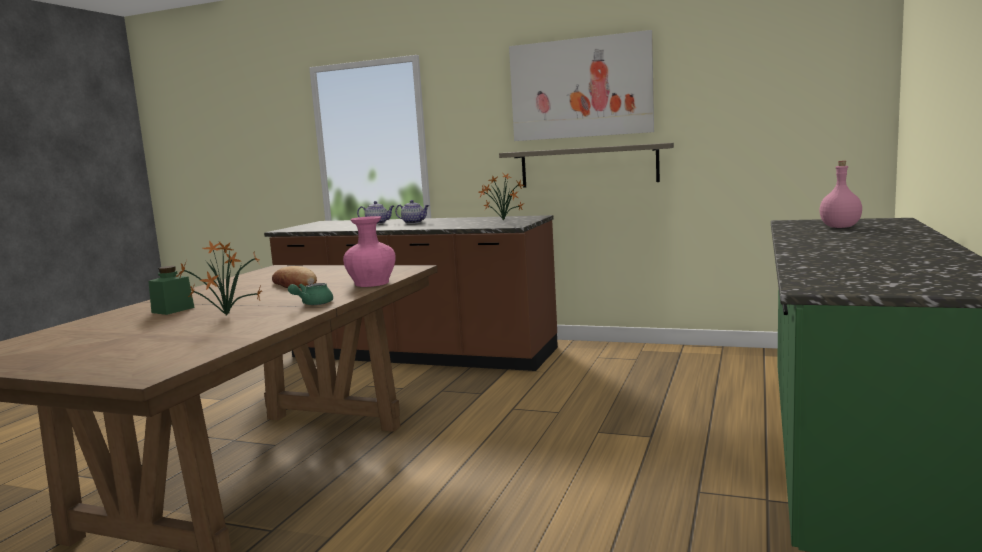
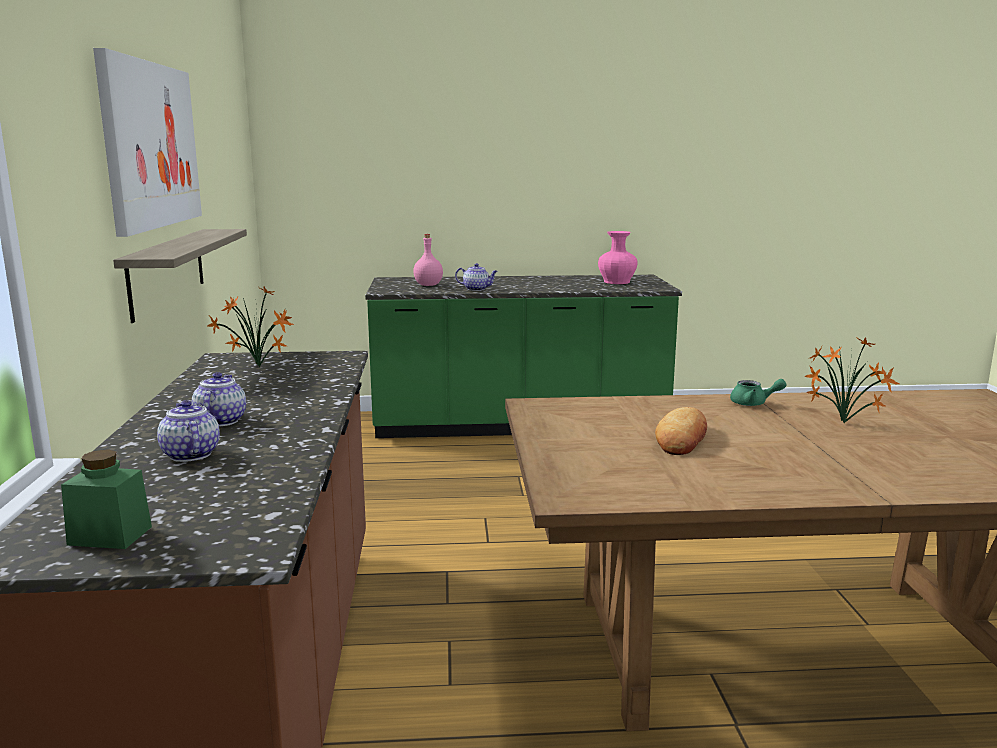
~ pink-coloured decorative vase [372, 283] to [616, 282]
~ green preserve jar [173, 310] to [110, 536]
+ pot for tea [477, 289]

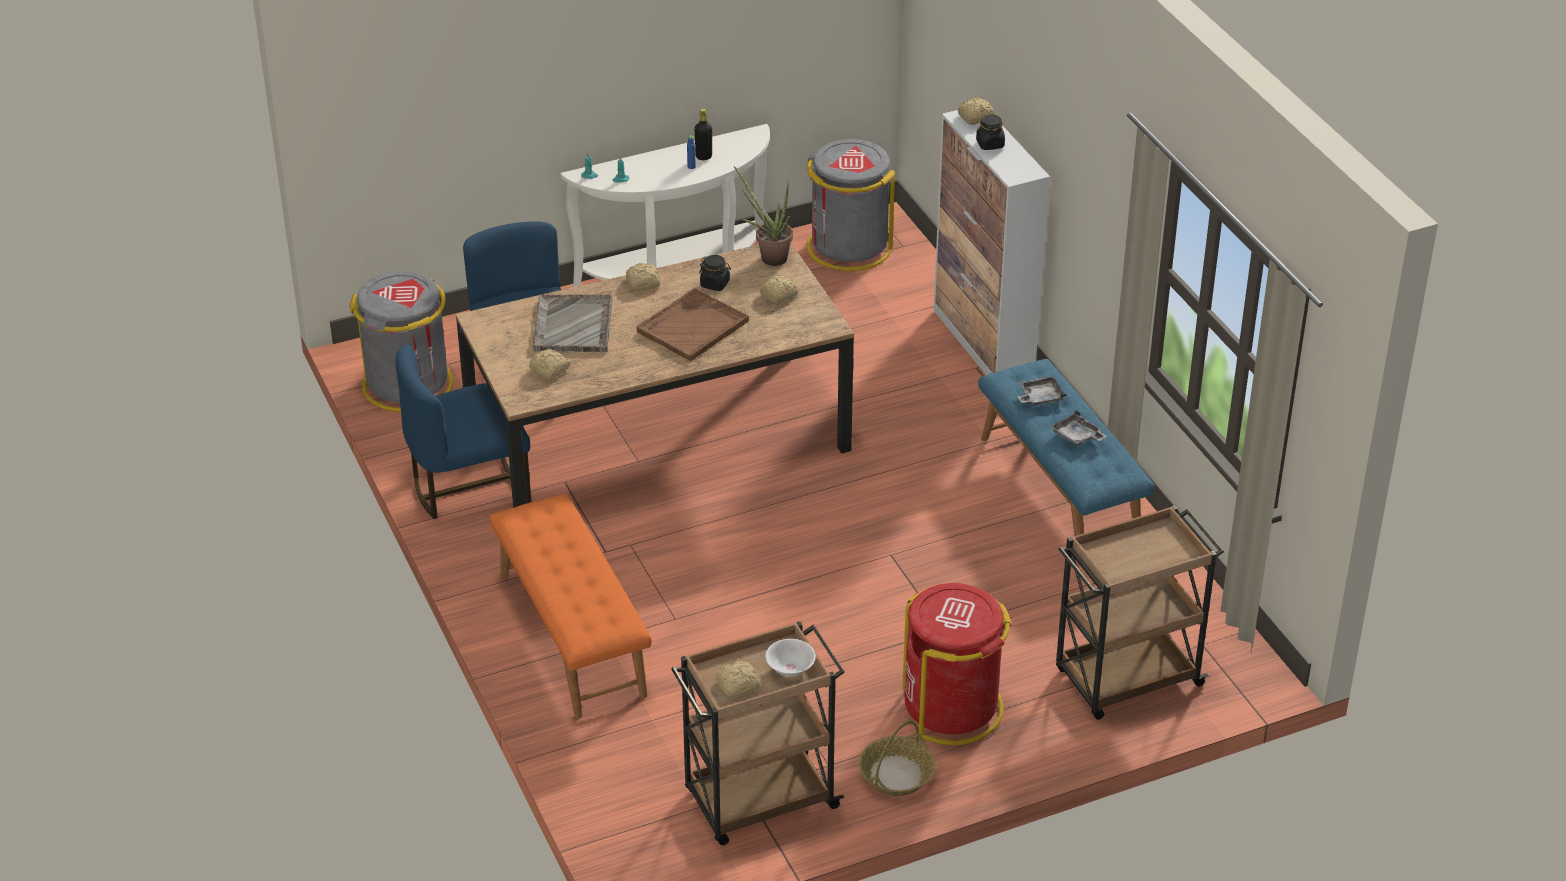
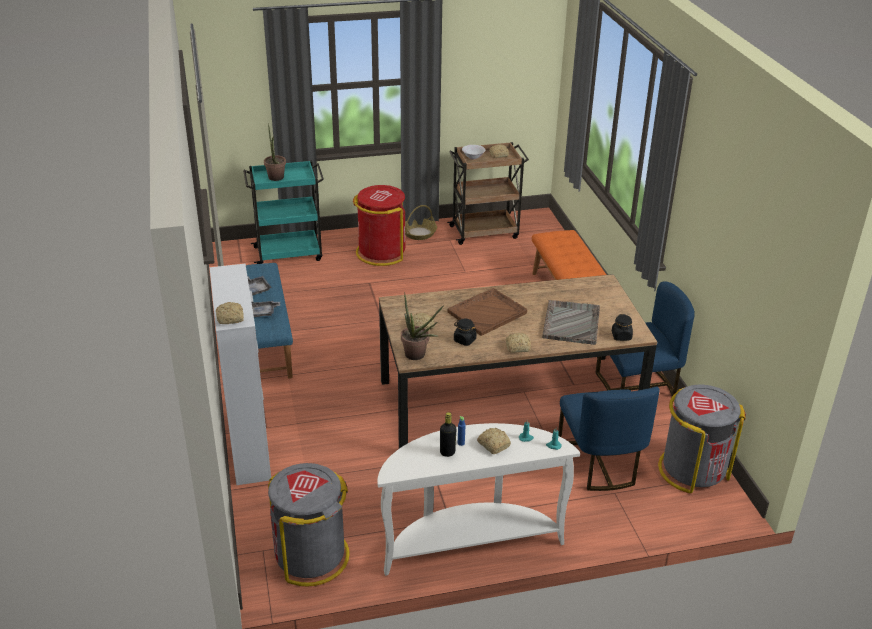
~ black-coloured preserve jar [990, 144] to [621, 336]
~ baked bread [549, 370] to [493, 444]
~ brown trolley [1126, 679] to blue-green trolley [289, 253]
+ potted plant [276, 179]

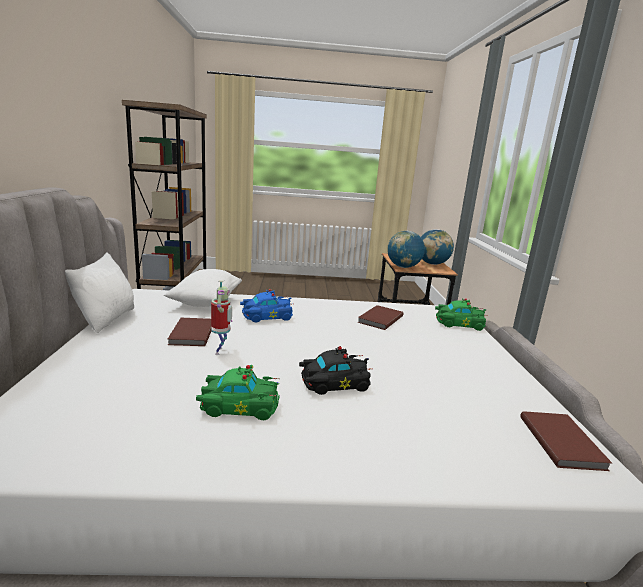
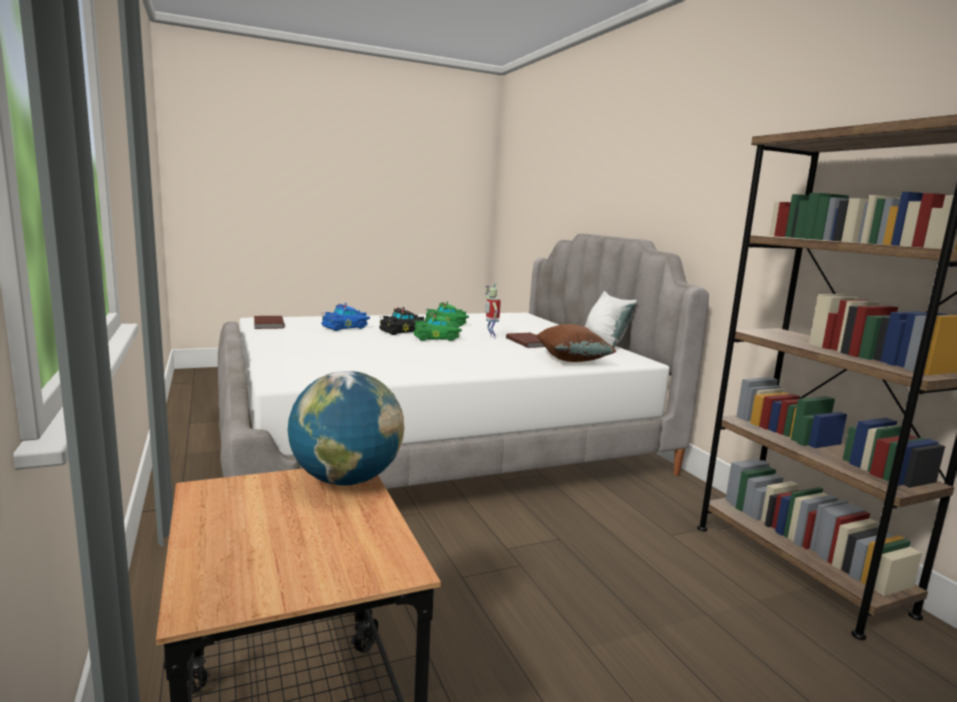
- globe [432, 264]
~ white throw pillow [205, 303] to brown throw pillow [572, 360]
~ blue model car [265, 316] to [346, 327]
~ green model car [457, 323] to [437, 338]
- brown book [379, 319]

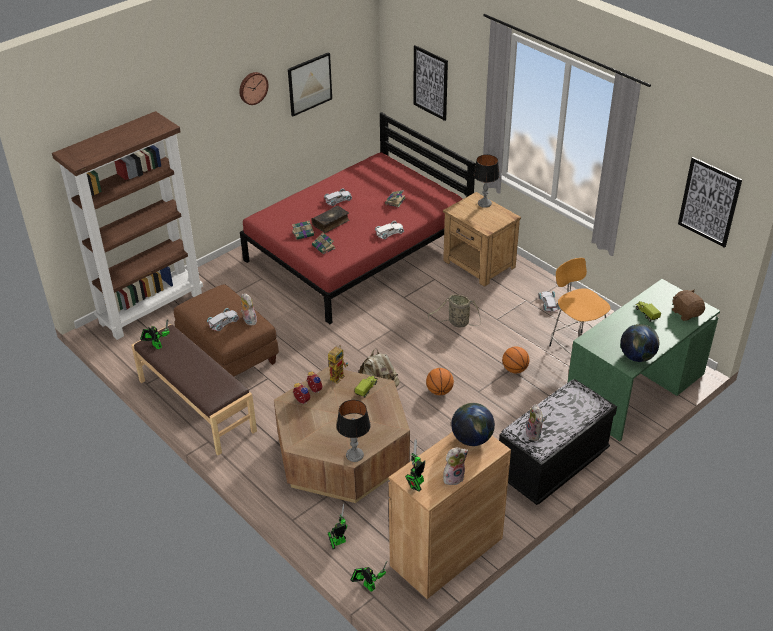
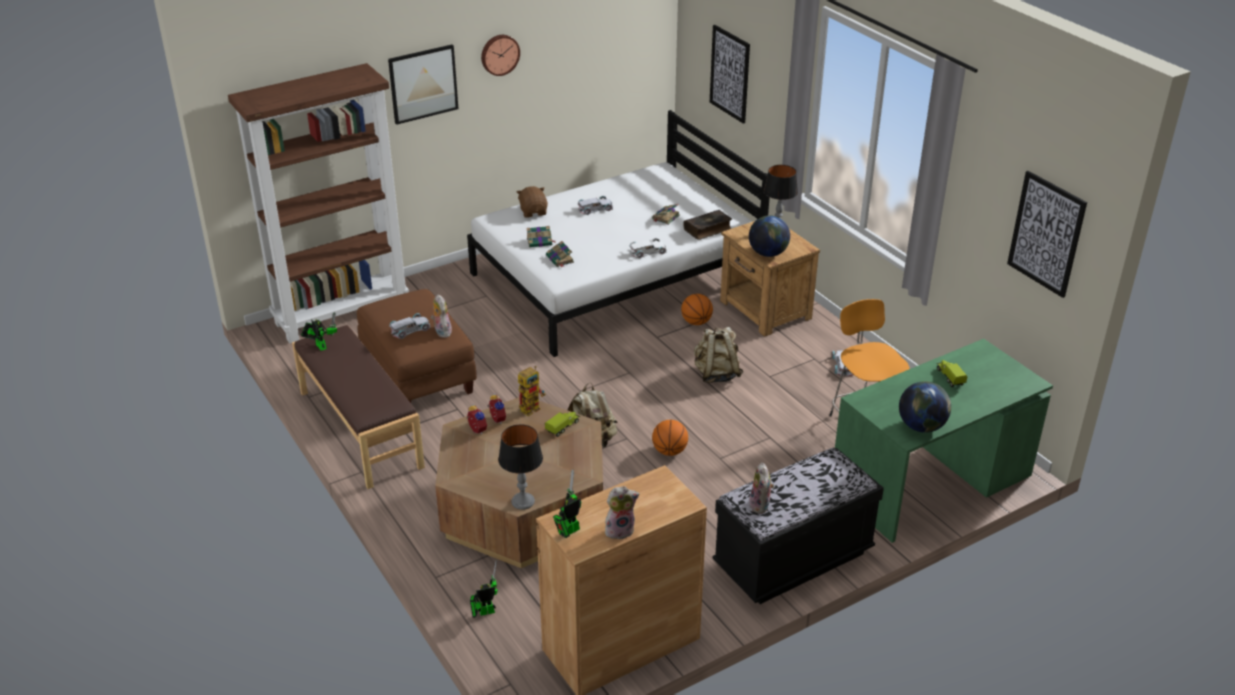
~ wall picture [309, 84] to [423, 84]
~ reddish bed [358, 251] to white bed [616, 278]
~ book [331, 223] to [708, 229]
~ brown plush toy [686, 313] to [533, 212]
~ storage basket [457, 323] to sand-coloured backpack [716, 374]
~ ball for basketball [514, 369] to [696, 322]
~ globe [472, 438] to [768, 253]
- model robot [367, 585]

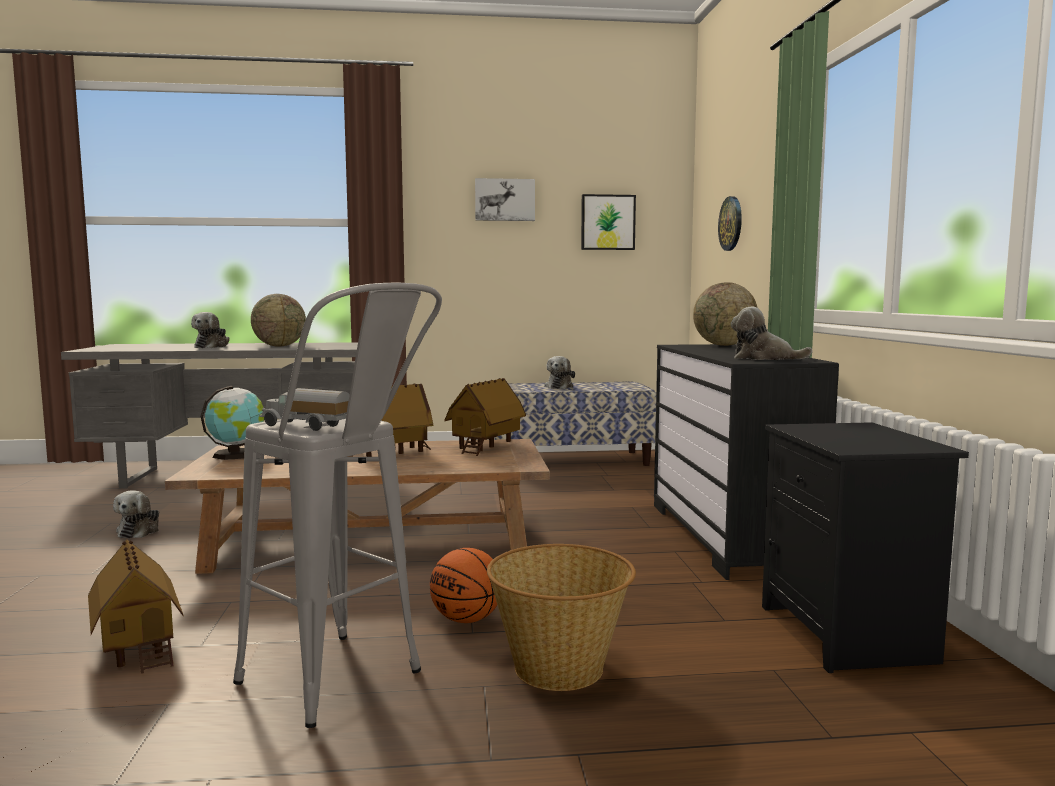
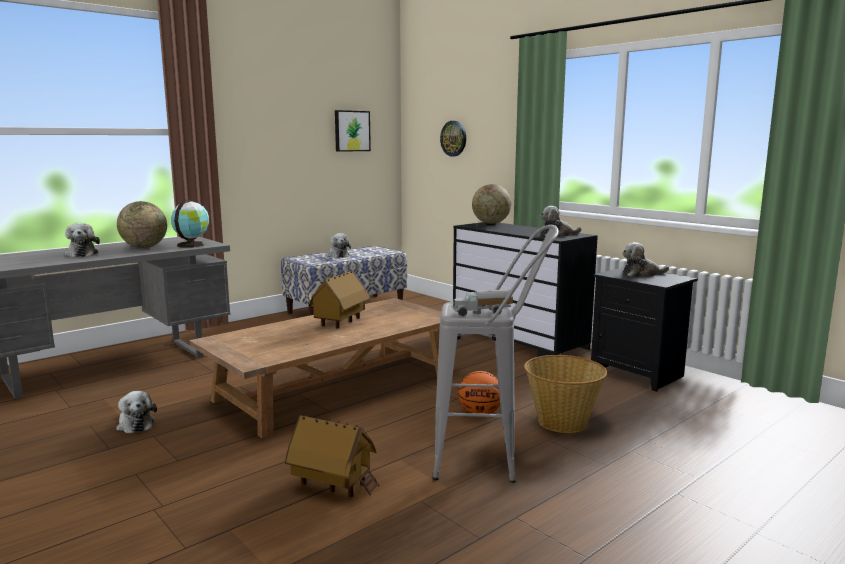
- wall picture [504, 200]
- toy house [486, 446]
~ globe [236, 454] to [192, 245]
+ plush toy [641, 274]

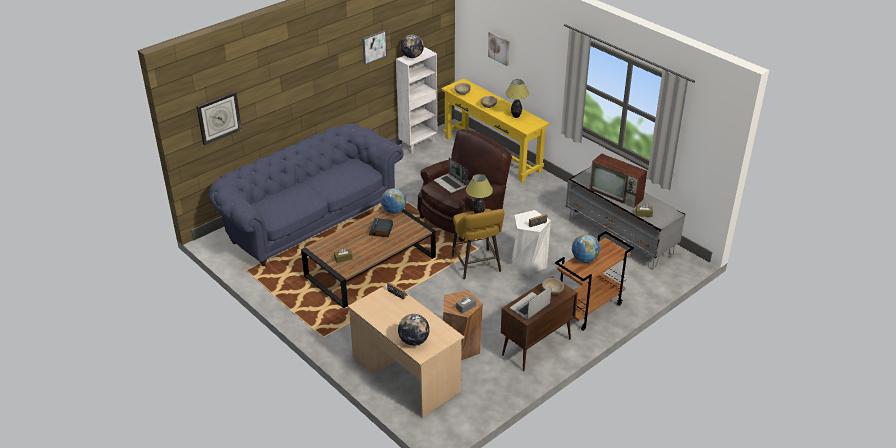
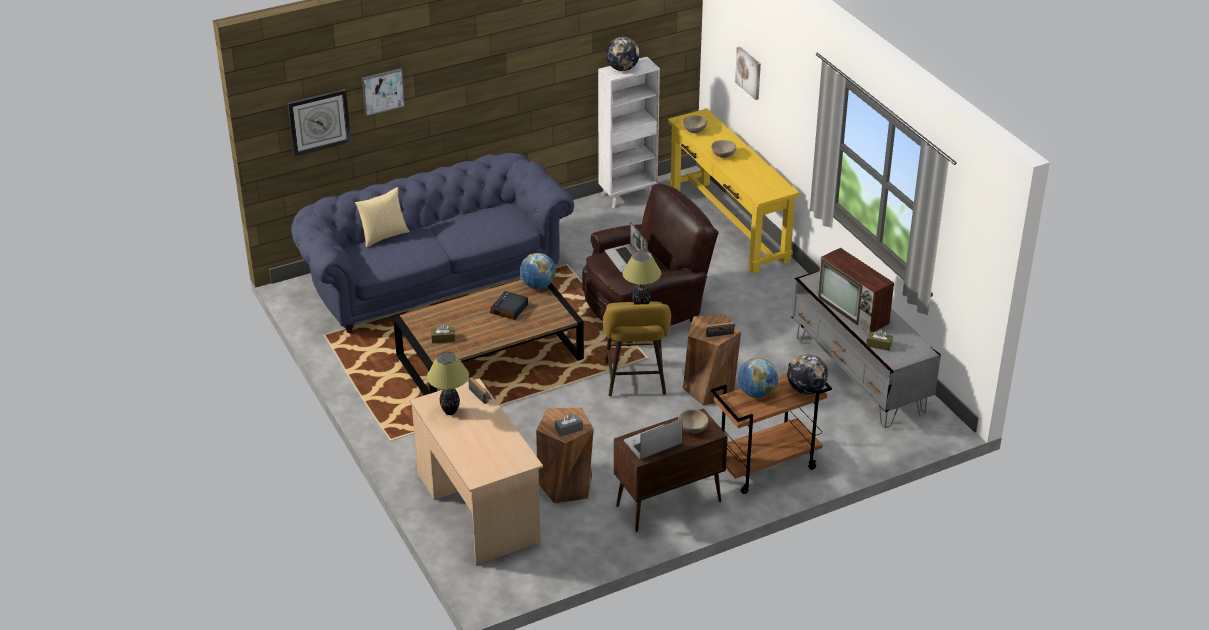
~ wall picture [373, 46] to [382, 91]
~ table lamp [516, 116] to [450, 411]
~ white stool [528, 262] to brown stool [710, 389]
~ globe [414, 341] to [806, 390]
+ throw pillow [383, 236]

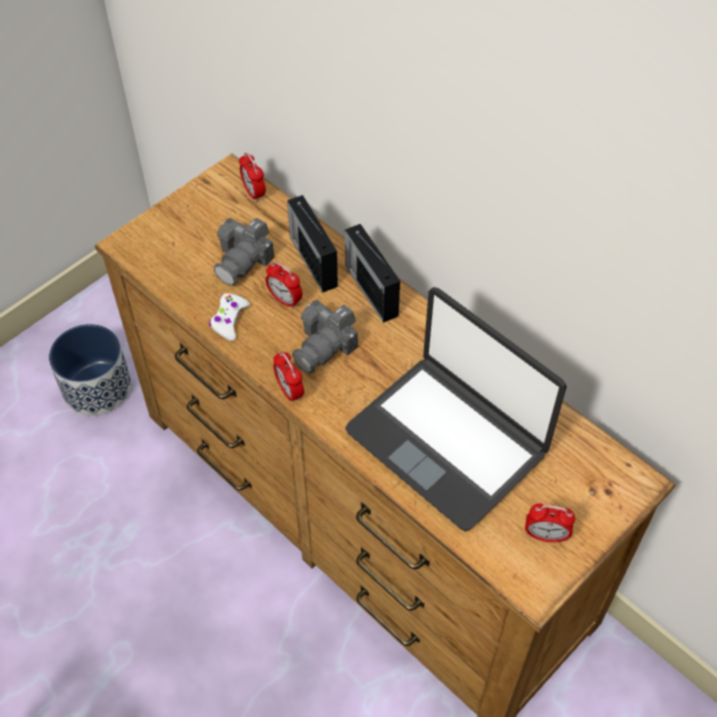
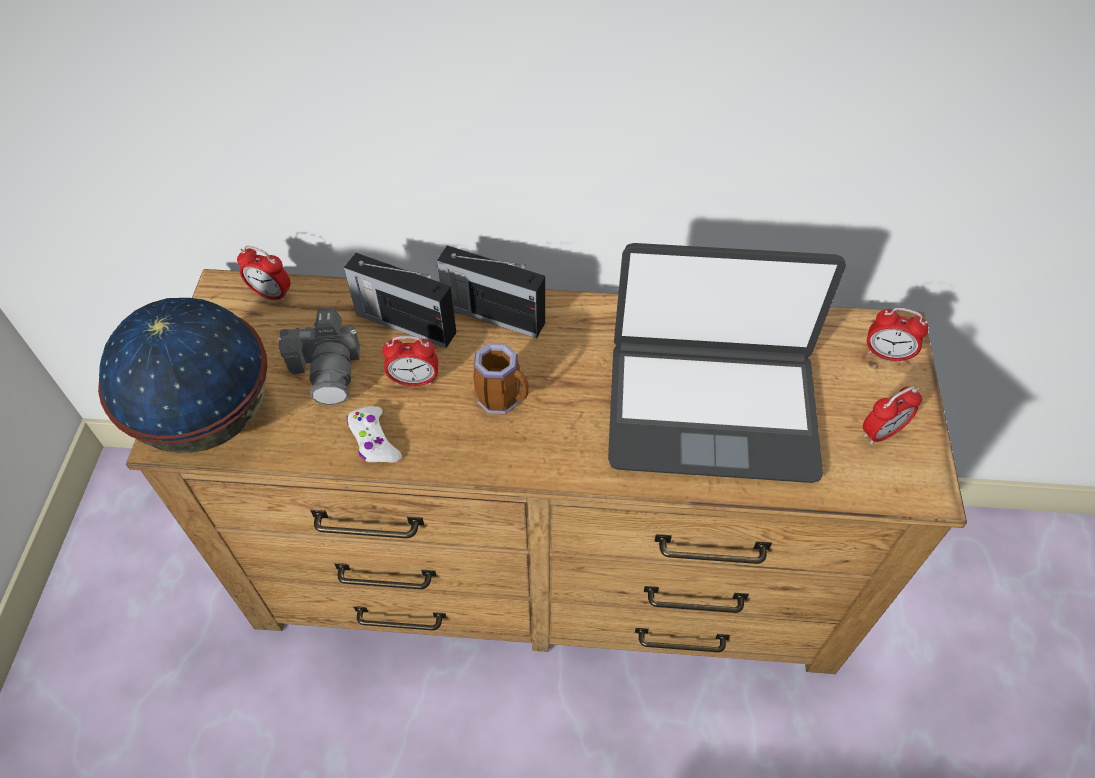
~ photo camera [325, 346] to coffee mug [503, 399]
- flower pot [97, 387]
~ bedside clock [289, 391] to [886, 354]
+ globe [209, 417]

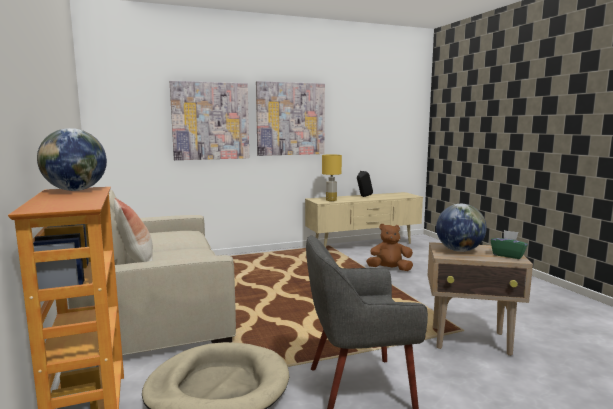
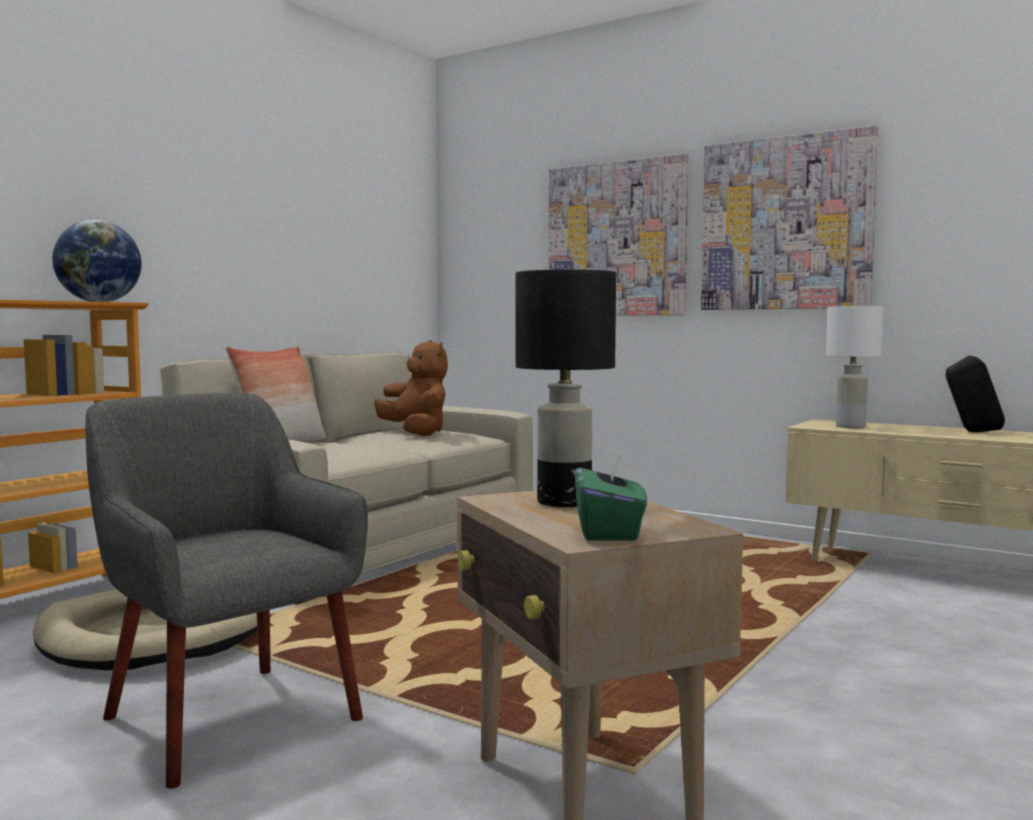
~ yellow table lamp [331, 200] to white table lamp [851, 427]
~ globe [459, 250] to black-coloured table lamp [565, 502]
~ brown plush toy [389, 269] to [416, 433]

